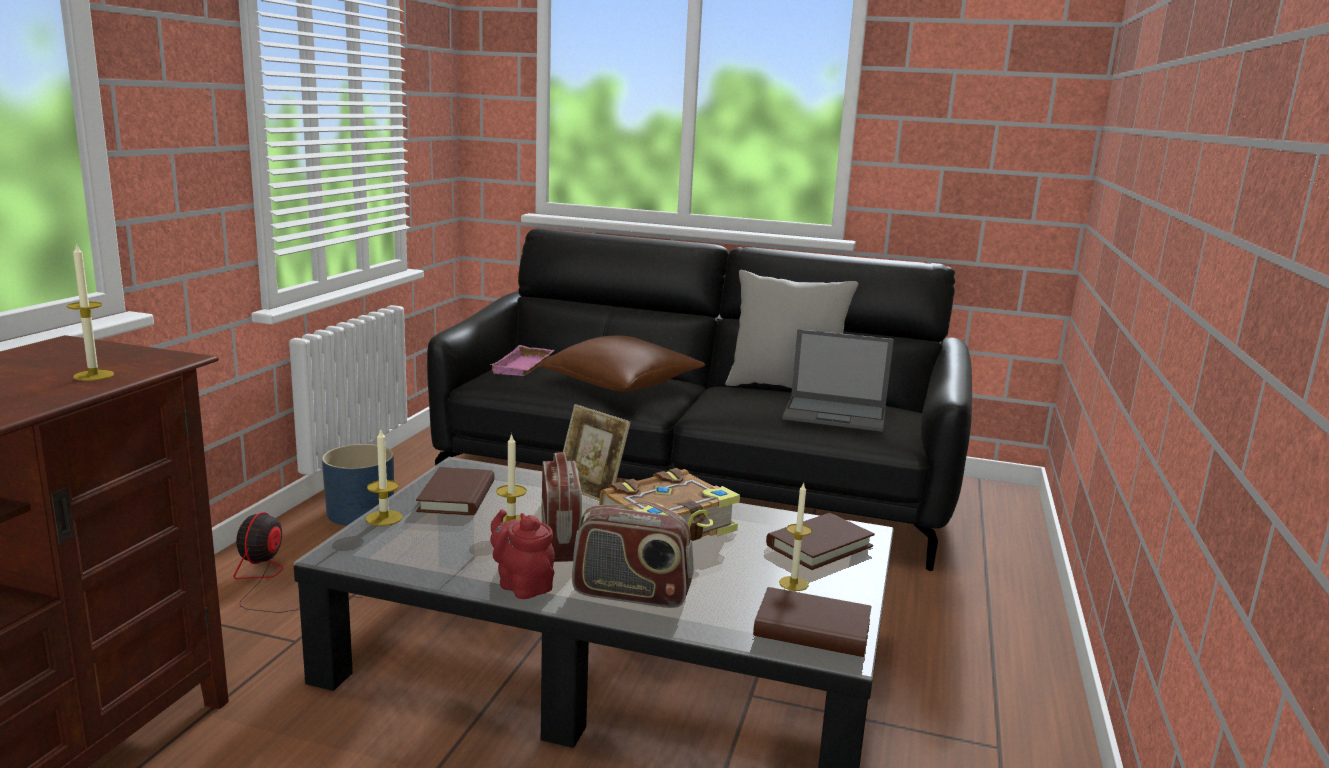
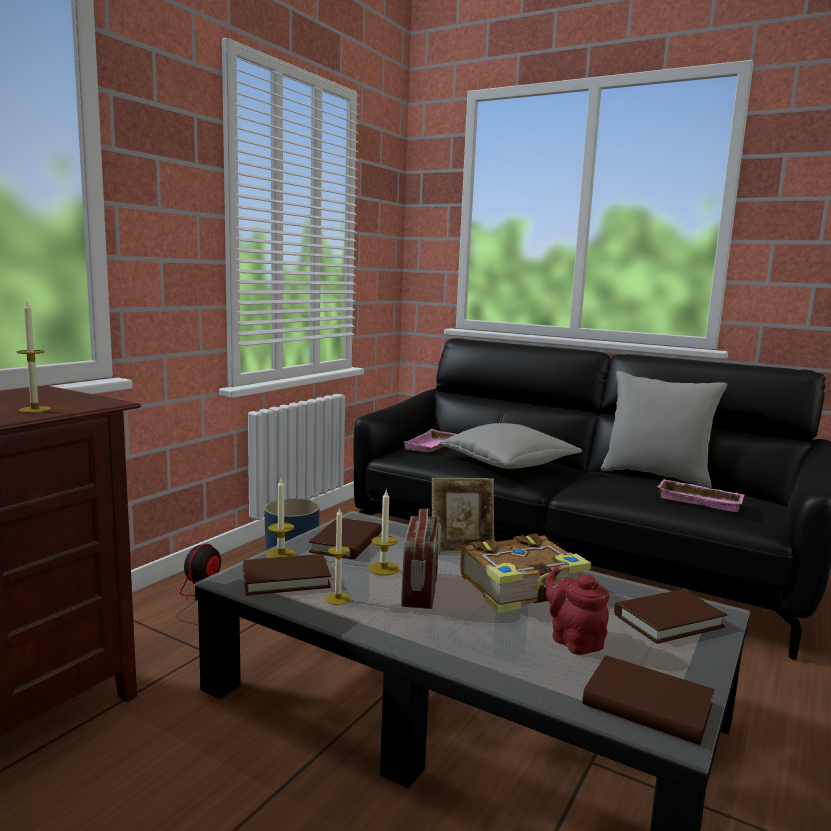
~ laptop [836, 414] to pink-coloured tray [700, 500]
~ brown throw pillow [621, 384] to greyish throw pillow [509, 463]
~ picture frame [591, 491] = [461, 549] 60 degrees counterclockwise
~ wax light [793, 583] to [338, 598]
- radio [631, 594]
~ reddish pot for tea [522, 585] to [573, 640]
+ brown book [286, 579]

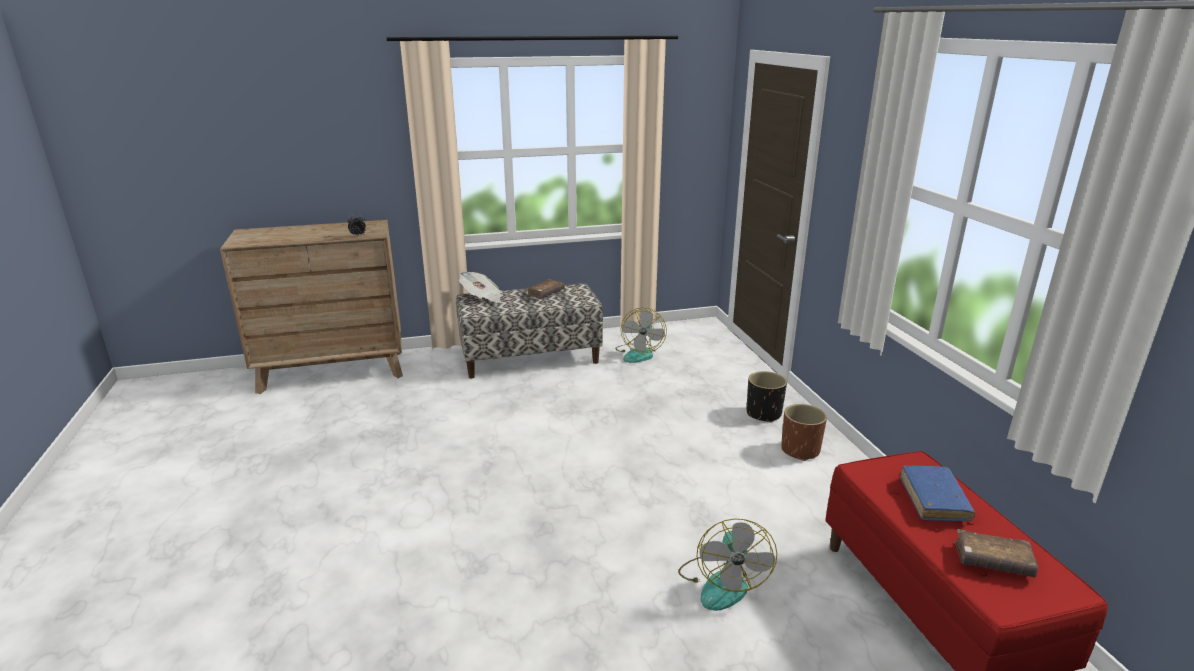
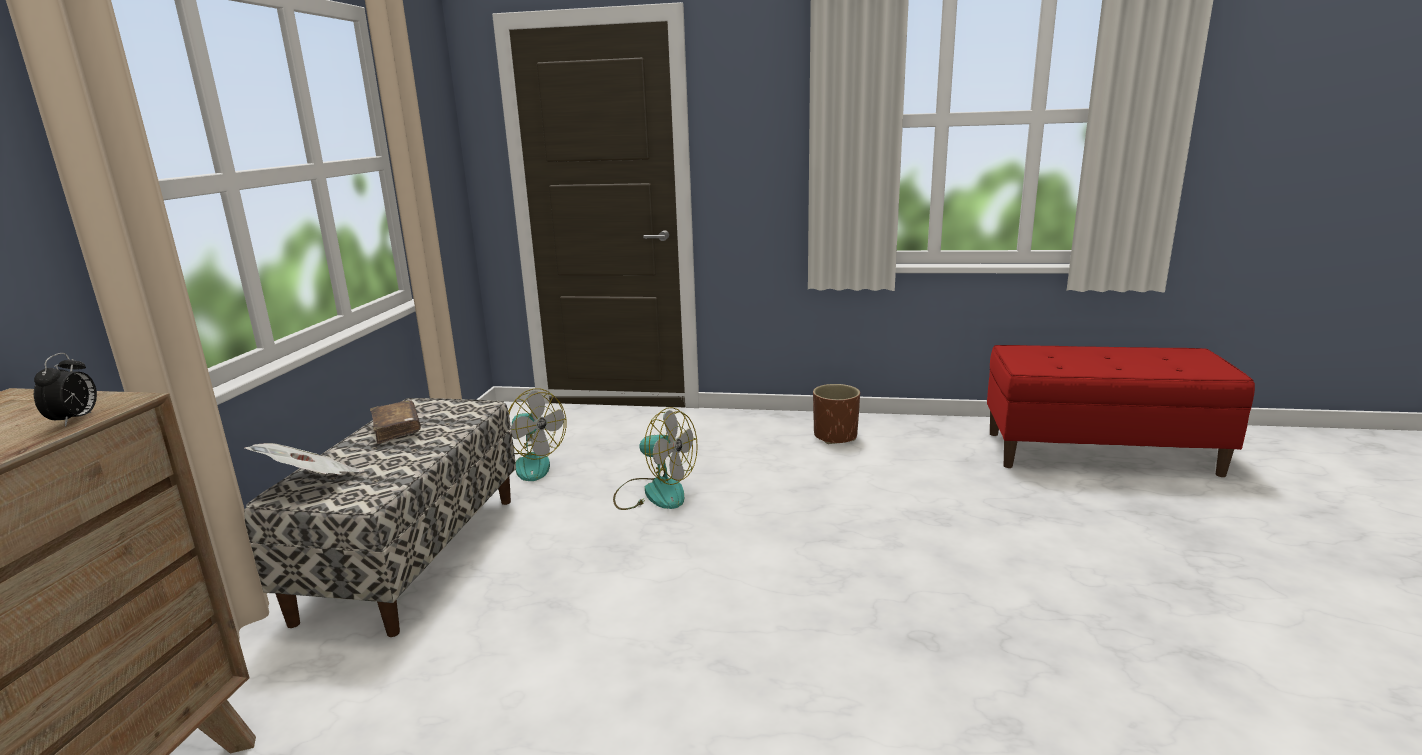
- black-coloured flower pot [763, 414]
- blue book [934, 500]
~ cooling fan [722, 582] to [654, 492]
- brown book [992, 561]

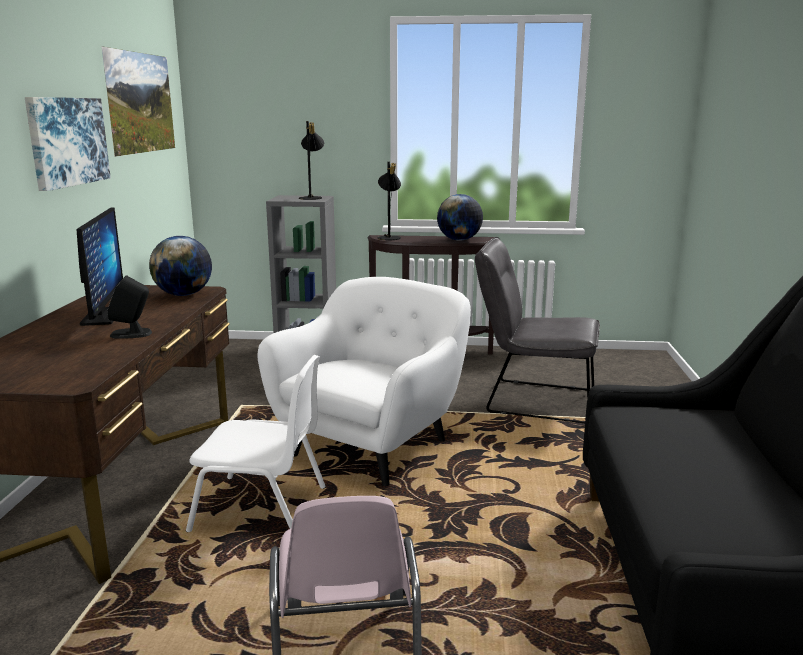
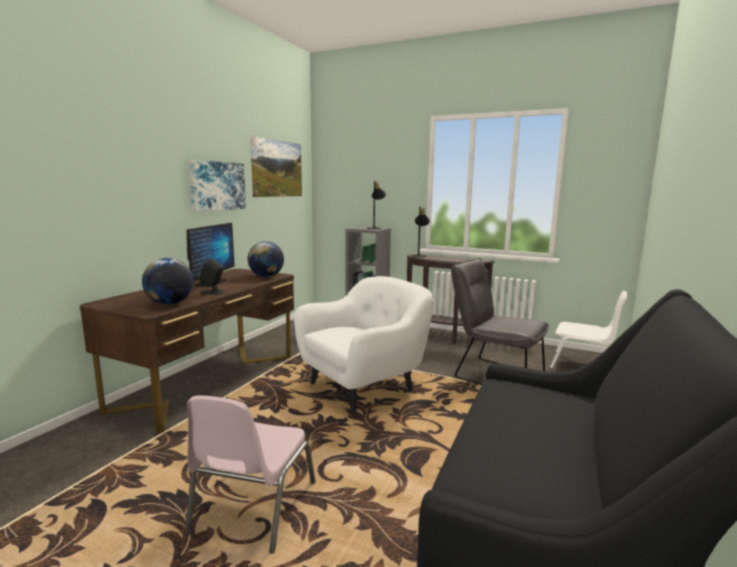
~ globe [459, 240] to [170, 304]
~ white plain chair [262, 508] to [583, 365]

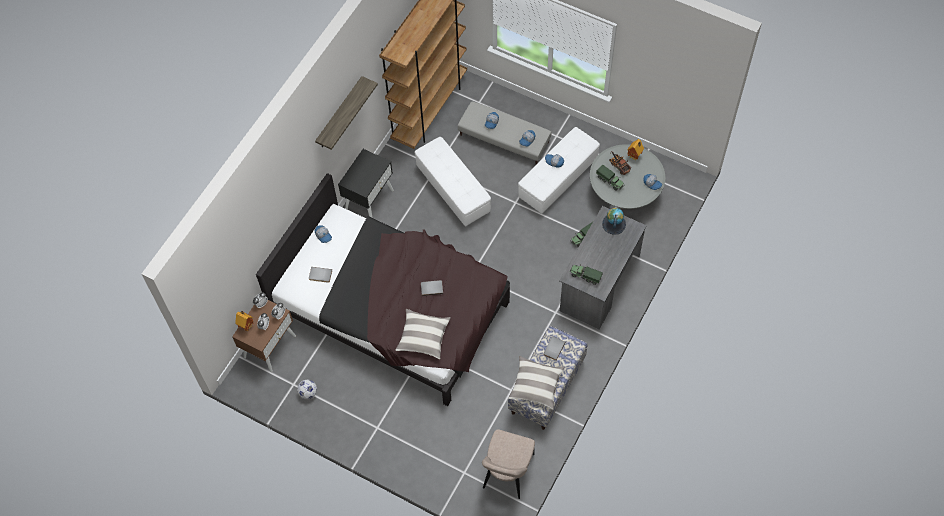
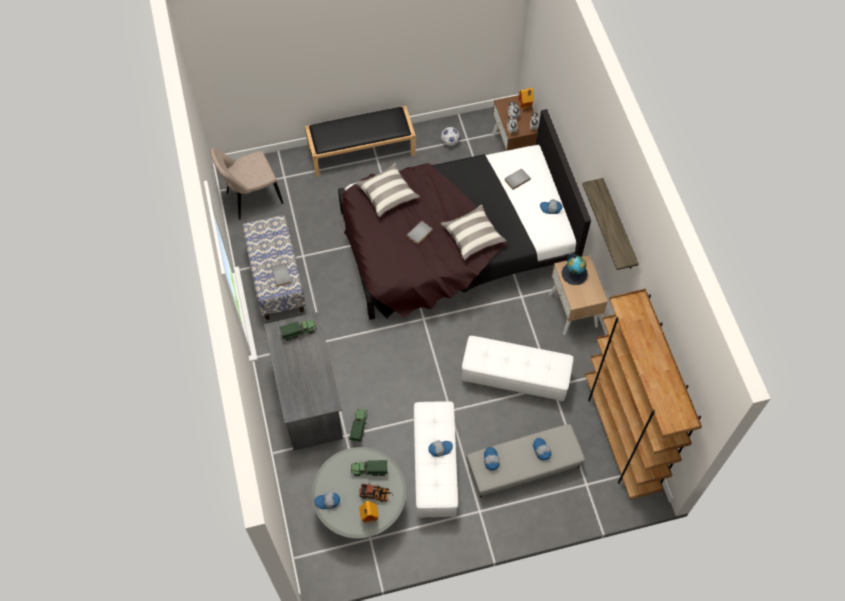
~ black-coloured night table [369, 199] to sand-coloured night table [573, 310]
~ globe [613, 224] to [574, 273]
~ throw pillow [536, 386] to [472, 237]
~ sand-coloured plain chair [507, 474] = [251, 199] 90 degrees counterclockwise
+ black-coloured indoor bench [362, 150]

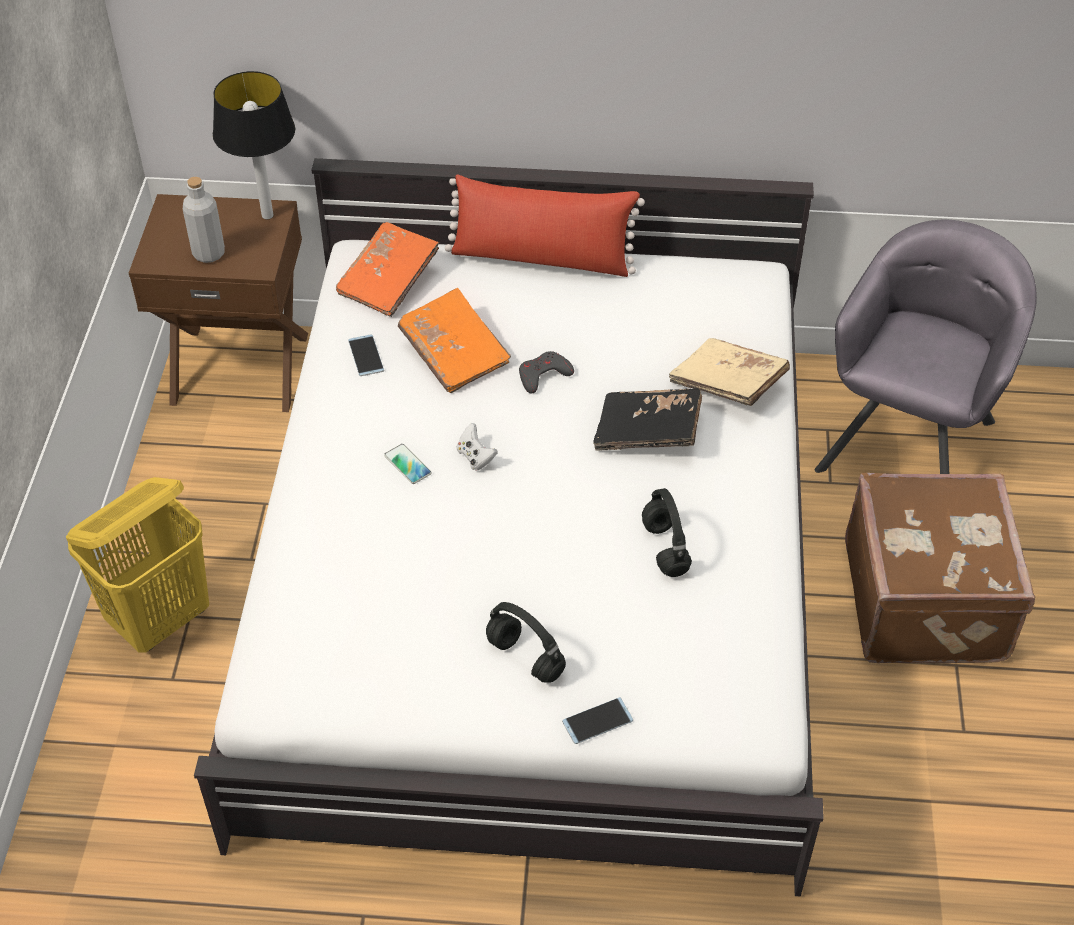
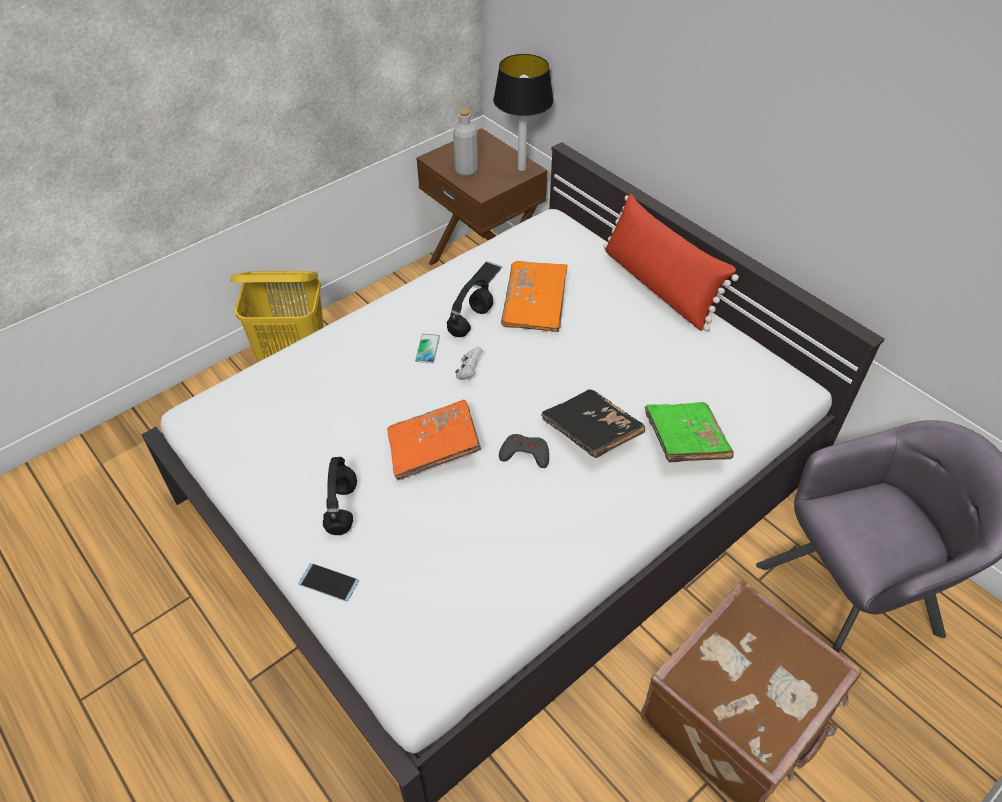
~ orange-coloured book [389, 281] to [433, 449]
~ sand-coloured book [728, 384] to green book [684, 442]
~ greyish joypad [543, 375] to [525, 454]
~ black-coloured pair of headphones [664, 548] to [470, 321]

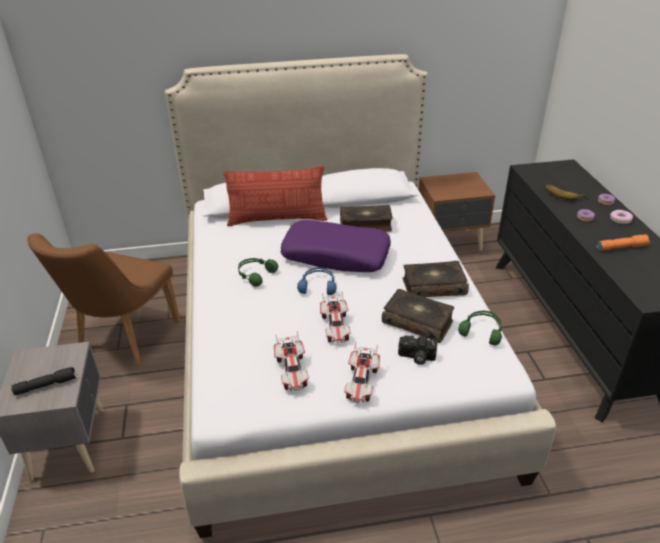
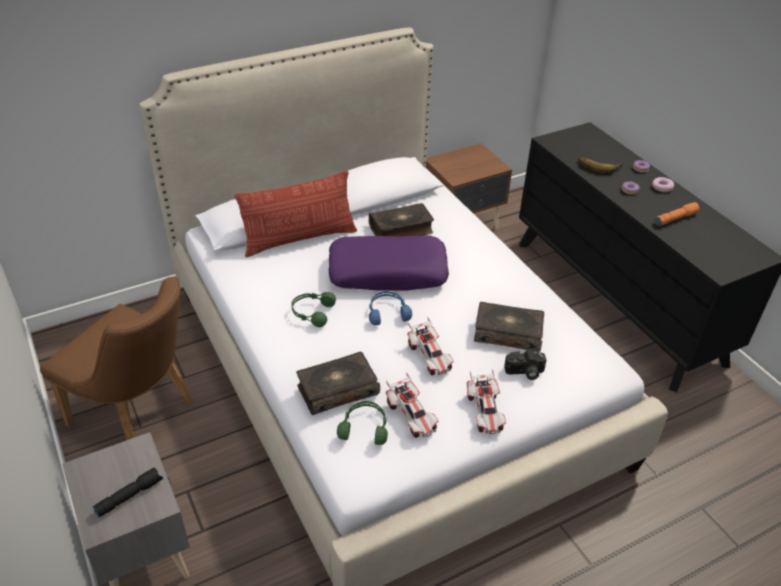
~ brown plain chair [122, 340] = [141, 416] 60 degrees counterclockwise
~ book [433, 286] to [337, 389]
~ green pair of headphones [482, 331] to [364, 427]

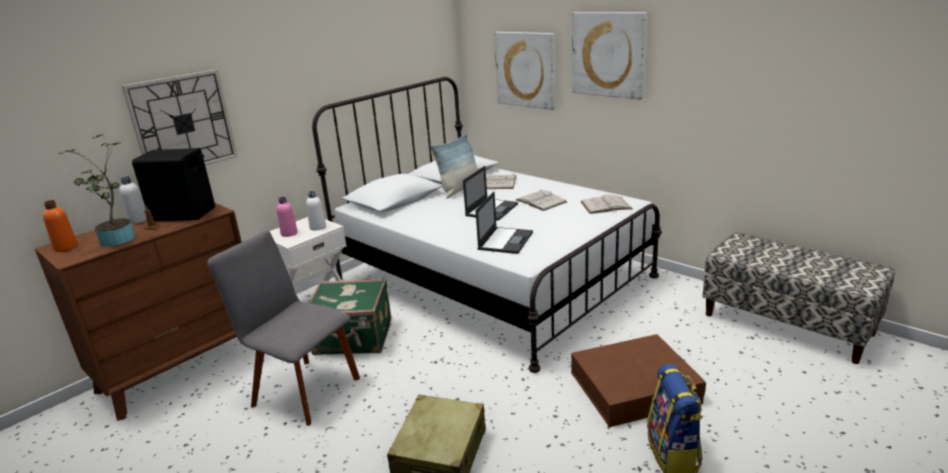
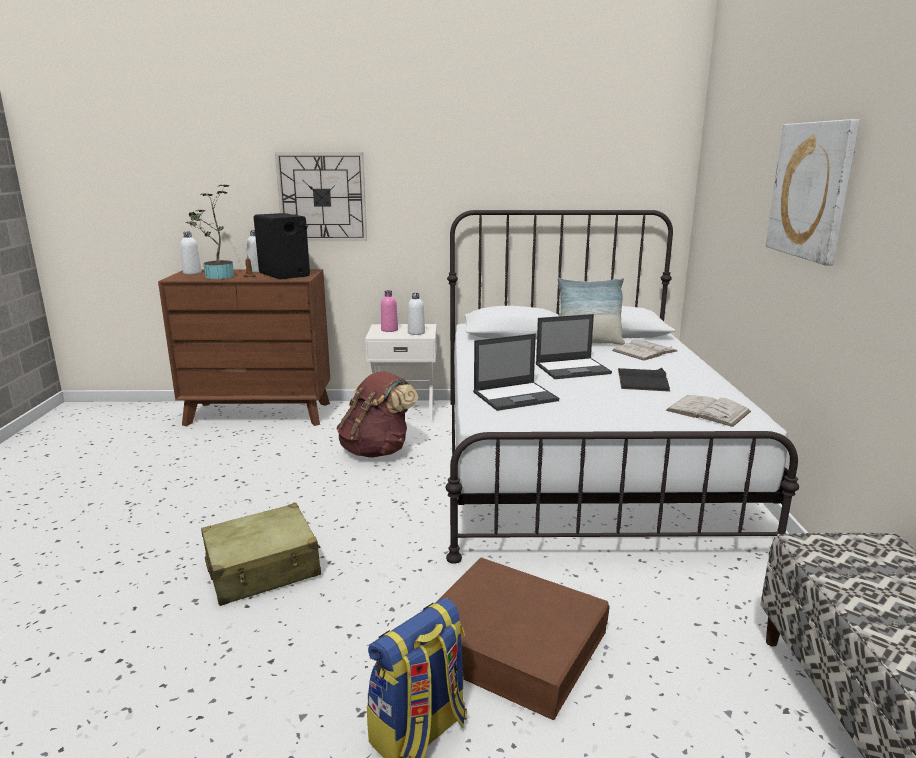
- wall picture [525, 69]
~ white book [541, 201] to black-coloured book [642, 380]
~ orange-coloured beverage bottle [66, 247] to white beverage bottle [192, 273]
- greyish plain chair [302, 390]
~ green piece of luggage [353, 339] to brown backpack [377, 451]

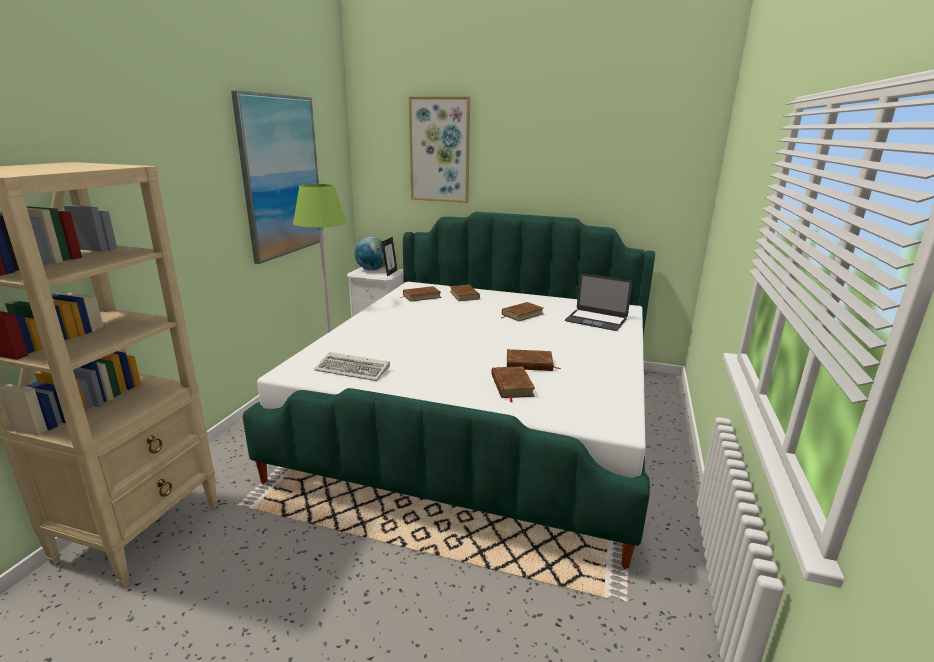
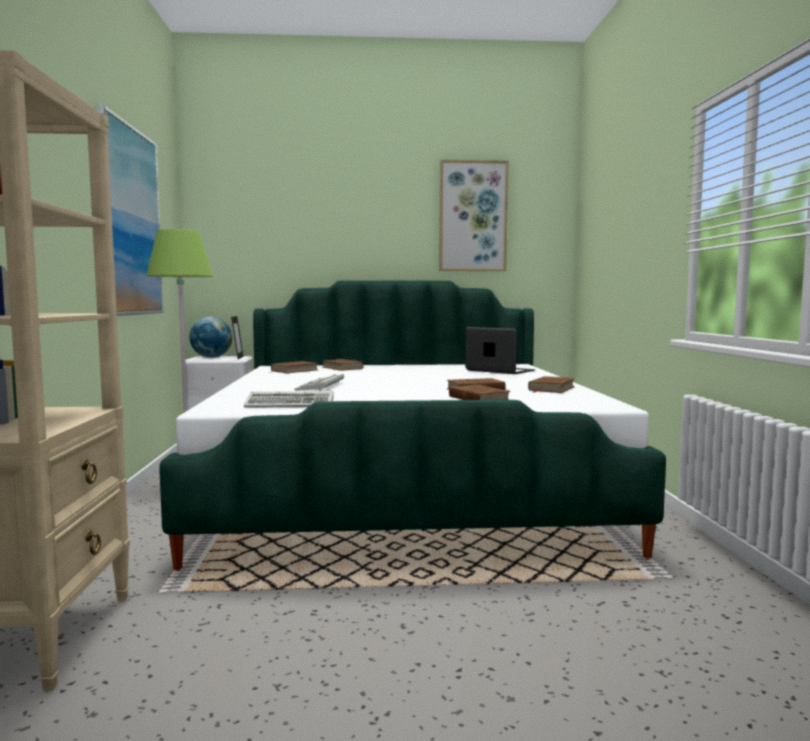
~ wall picture [440, 150] to [473, 216]
~ laptop [596, 320] = [500, 370] 150 degrees counterclockwise
~ brown book [522, 314] to [551, 388]
+ computer keyboard [321, 386]

